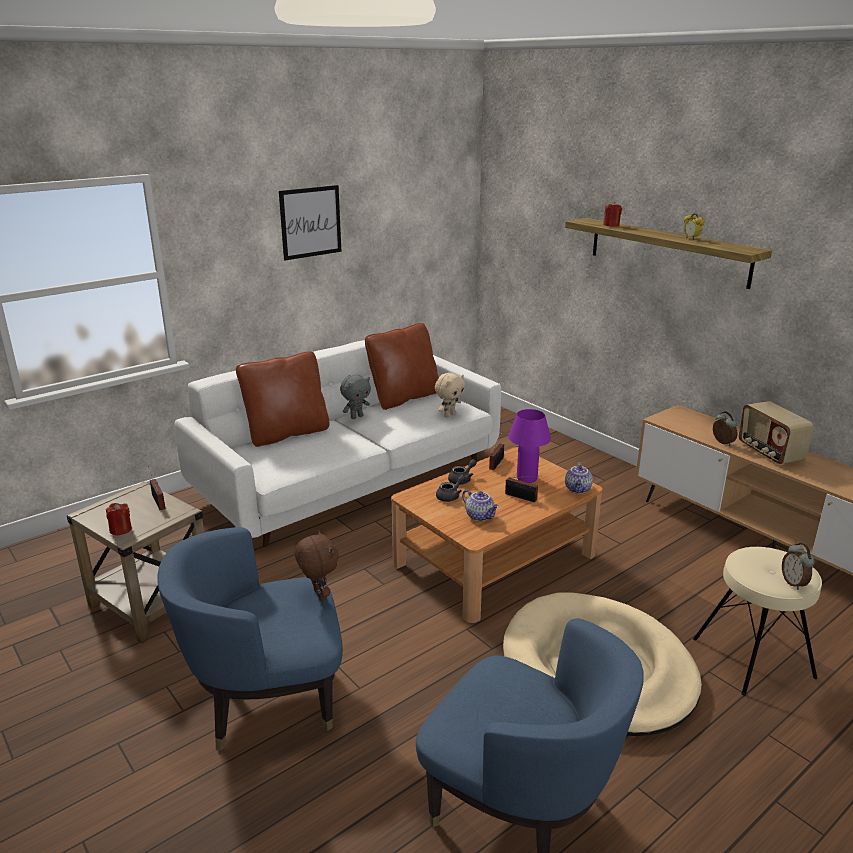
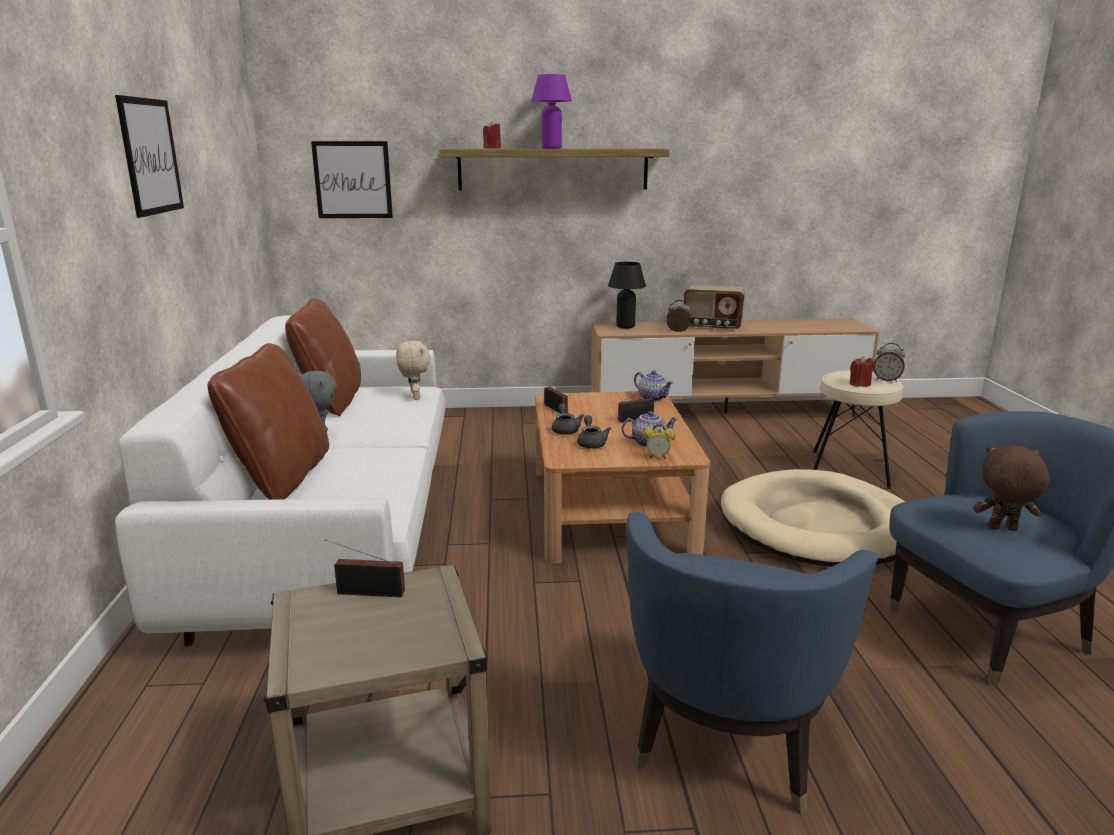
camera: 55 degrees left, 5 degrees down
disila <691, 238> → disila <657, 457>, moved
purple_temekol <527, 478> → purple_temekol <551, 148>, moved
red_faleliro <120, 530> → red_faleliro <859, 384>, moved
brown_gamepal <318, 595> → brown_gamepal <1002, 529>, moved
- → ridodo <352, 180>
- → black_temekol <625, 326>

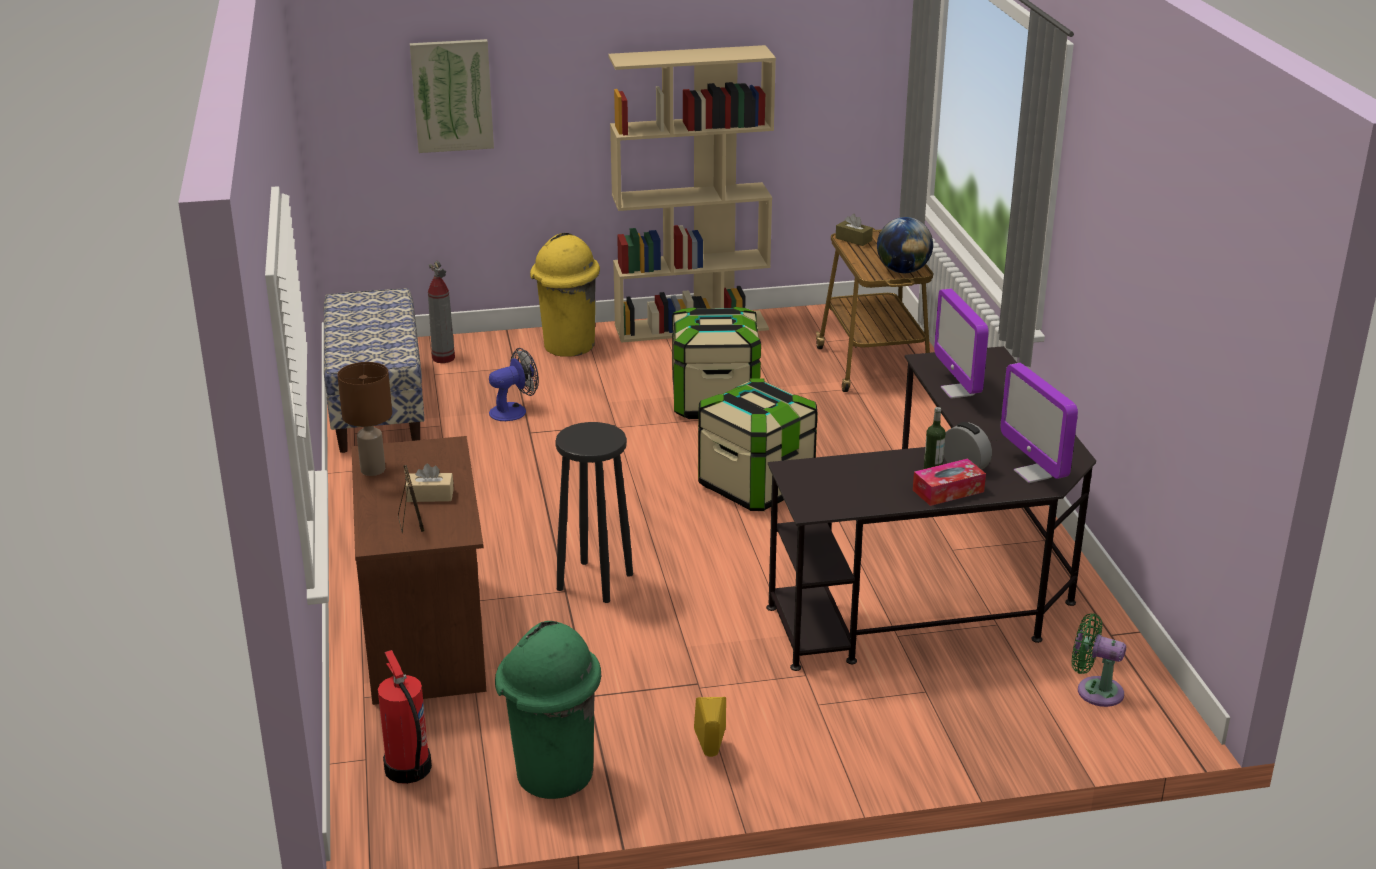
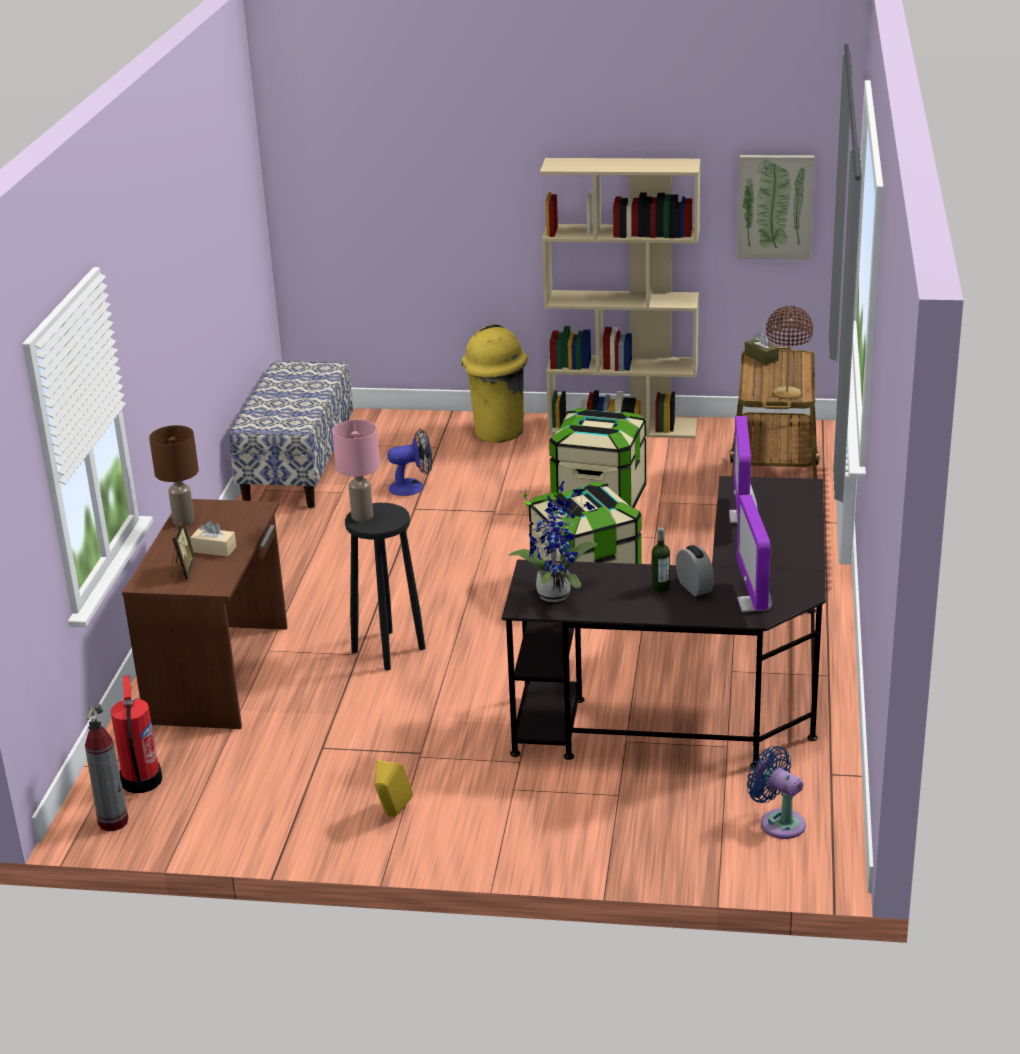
camera: 20 degrees right, 0 degrees up
ridodo <452, 95> → ridodo <775, 206>, moved
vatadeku <903, 271> → brown_temekol <787, 394>
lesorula <443, 358> → lesorula <113, 821>, moved
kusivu <948, 491> → -
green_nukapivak <1095, 690> → blue_nukapivak <778, 822>
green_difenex <553, 774> → -
- → pink_temekol <362, 516>
- → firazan <556, 592>

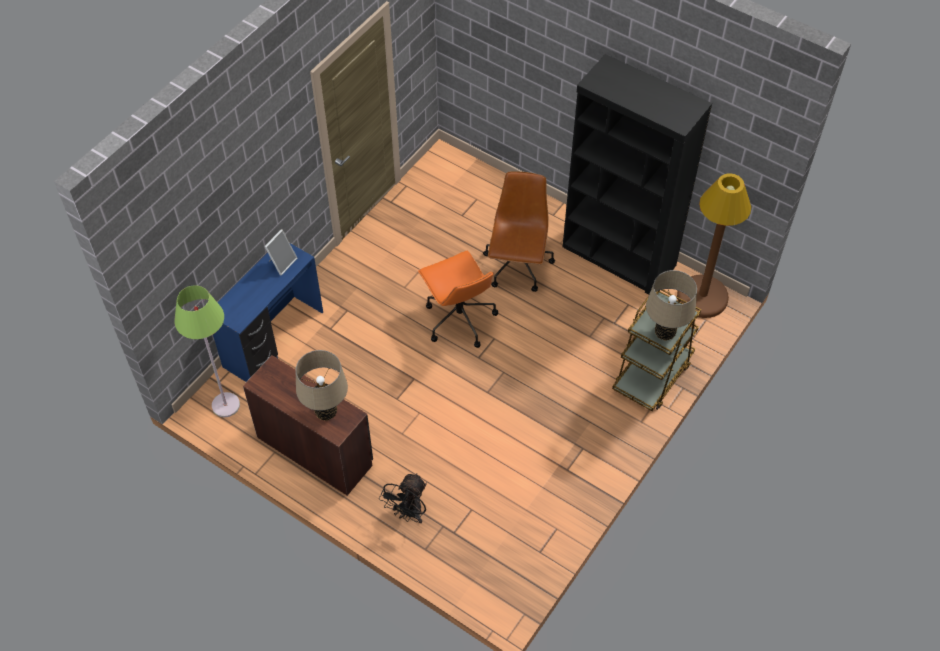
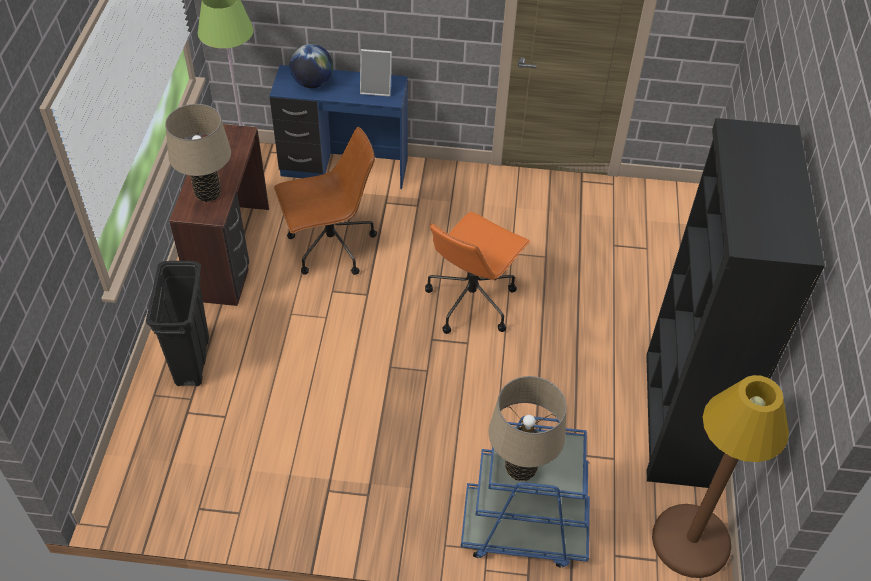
camera: 60 degrees right, 5 degrees down
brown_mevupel <518, 267> → brown_mevupel <330, 247>, moved
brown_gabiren <652, 375> → blue_gabiren <523, 530>
black_nukapivak <408, 513> → black_difenex <192, 361>
- → vatadeku <312, 83>

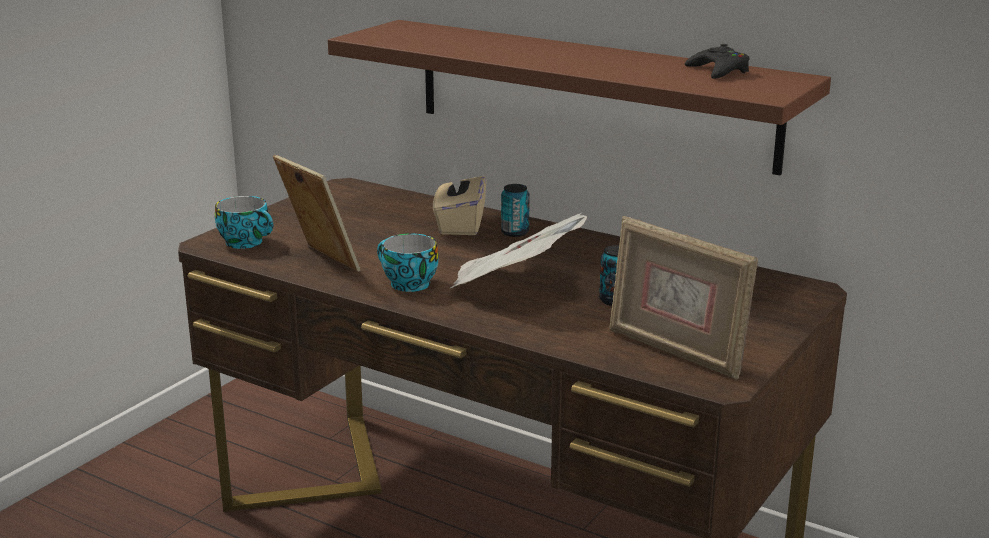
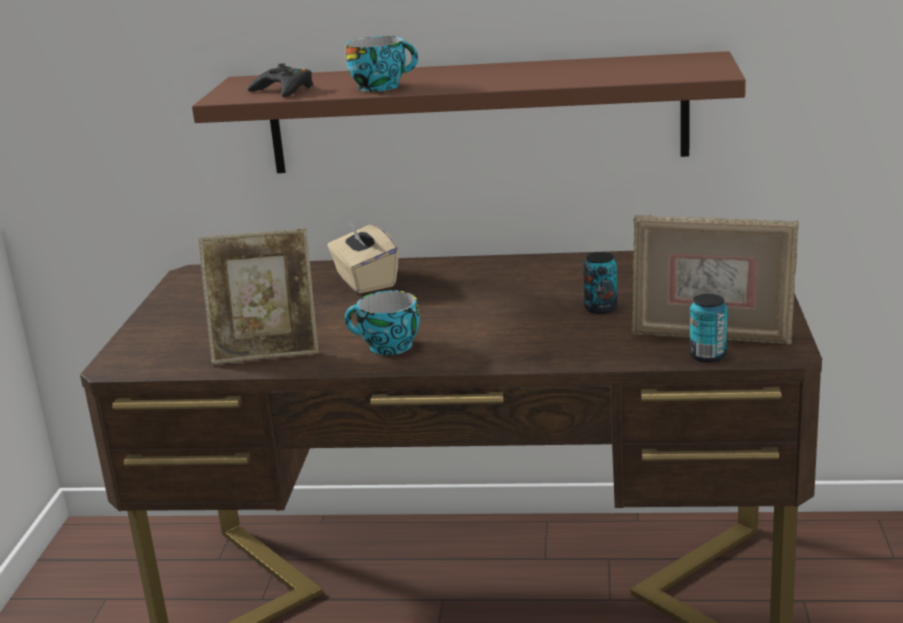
camera: 25 degrees left, 0 degrees up
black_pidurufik <718, 70> → black_pidurufik <283, 90>, moved
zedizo <319, 262> → zedizo <267, 351>, 150 degrees clockwise
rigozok <515, 232> → rigozok <708, 356>, moved
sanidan <247, 242> → sanidan <382, 87>, moved
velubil <514, 285> → -

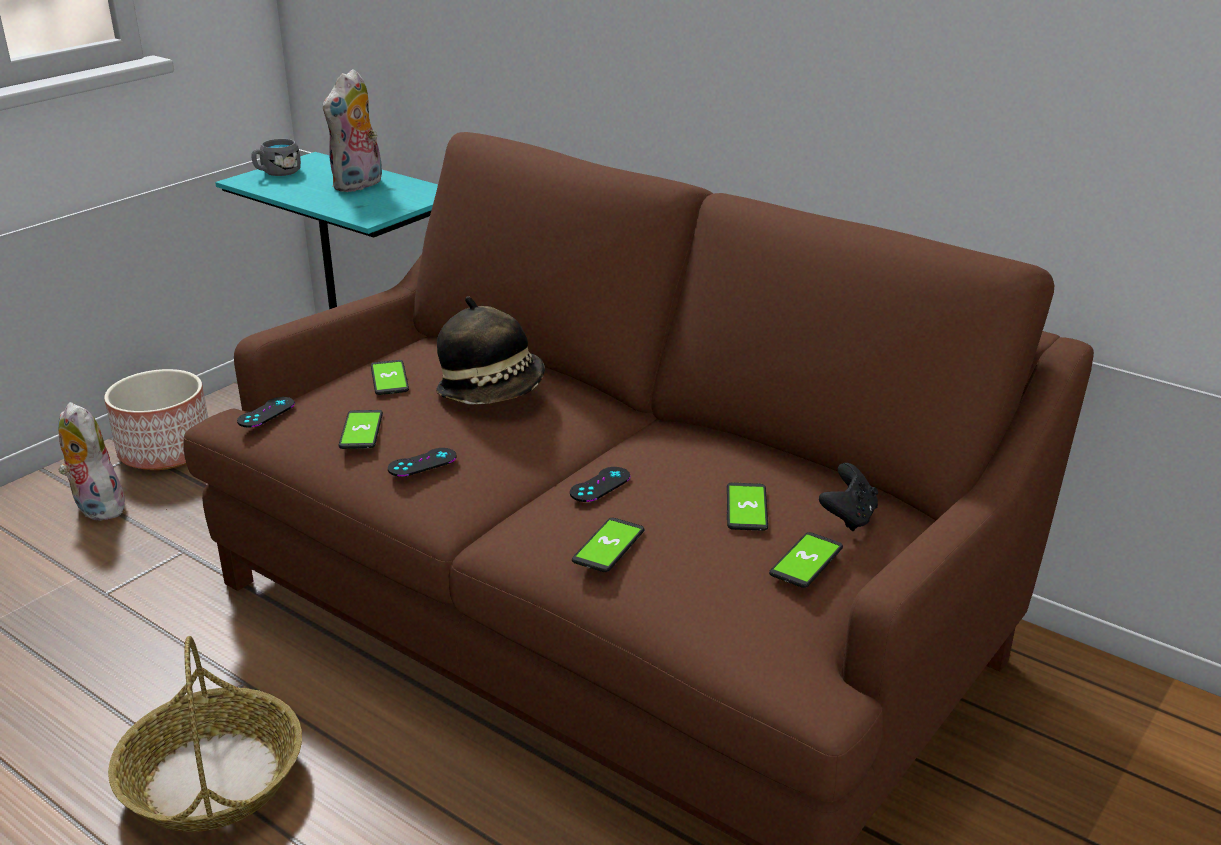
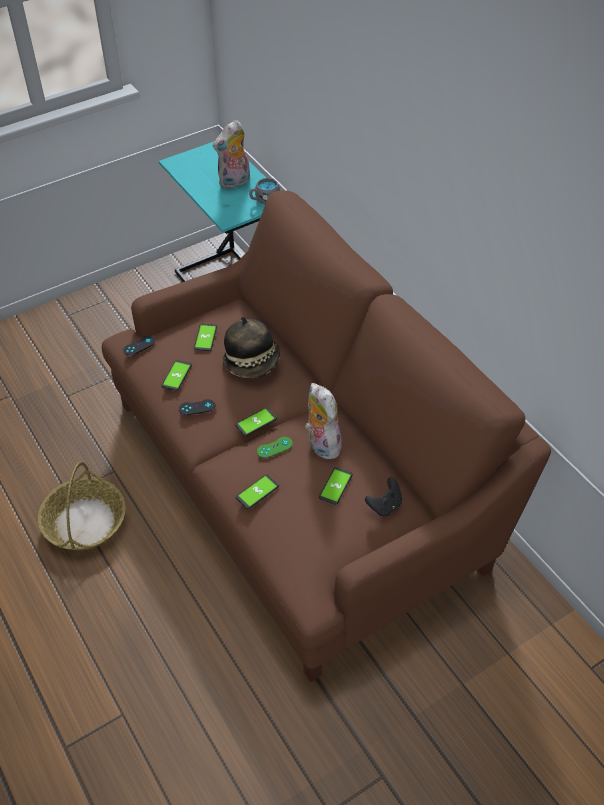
camera: 20 degrees right, 20 degrees up
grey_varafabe <277, 173> → grey_varafabe <264, 200>, moved
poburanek <167, 451> → -
gamepal <95, 507> → gamepal <320, 444>, moved
black_pidurufik <600, 485> → green_pidurufik <274, 447>
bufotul <806, 561> → bufotul <256, 422>, moved

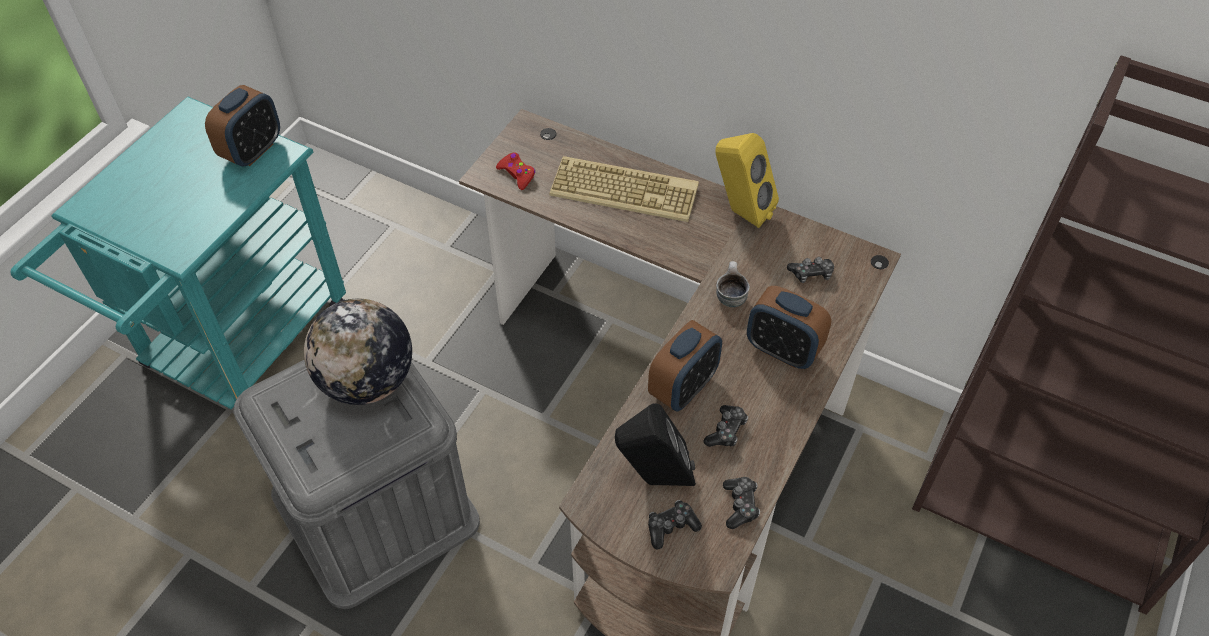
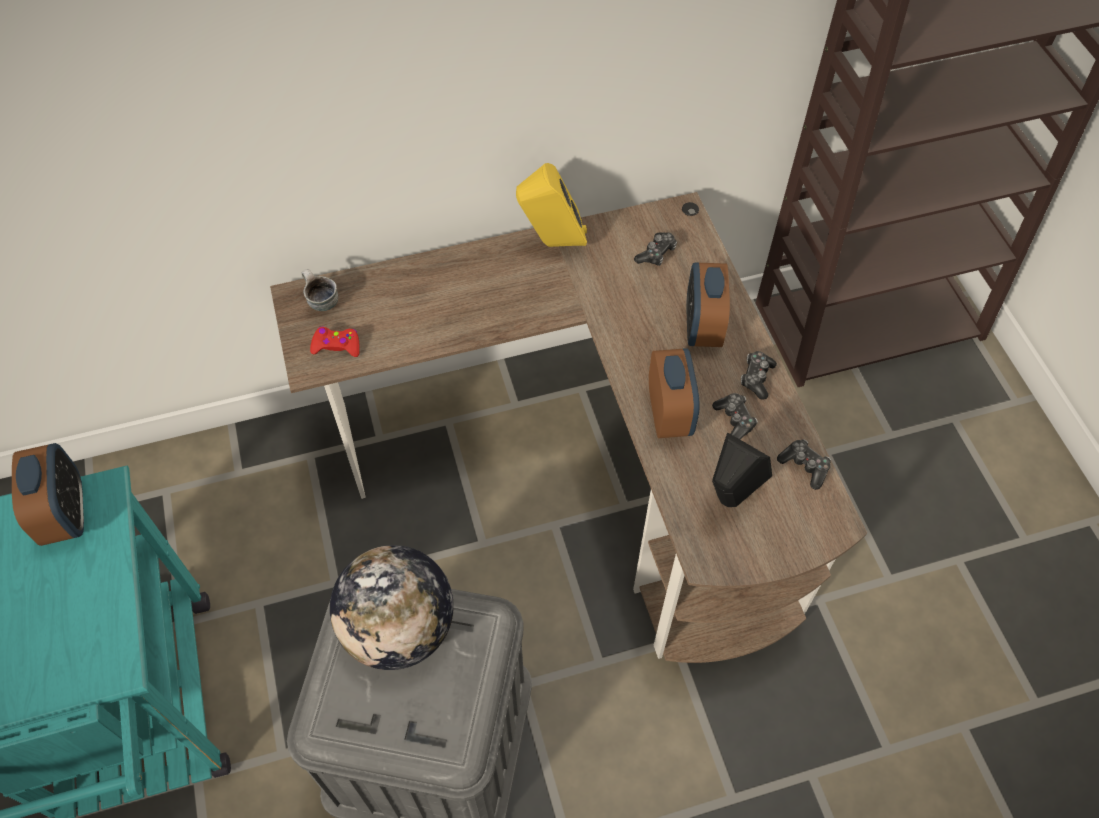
camera: 45 degrees left, 5 degrees up
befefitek <626, 189> → -
varafabe <729, 295> → varafabe <320, 301>, moved
disila <782, 350> → disila <702, 327>, 105 degrees clockwise
pidurufik <671, 527> → pidurufik <756, 378>, moved

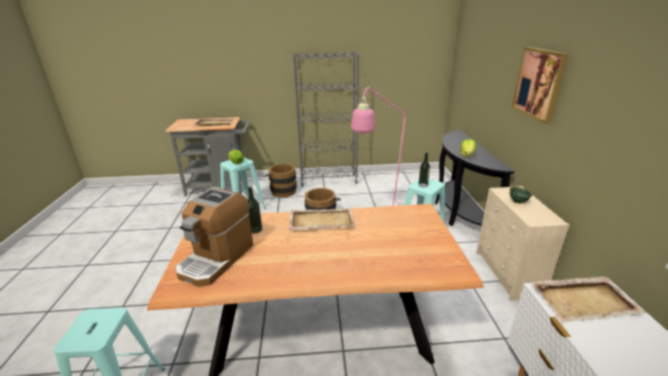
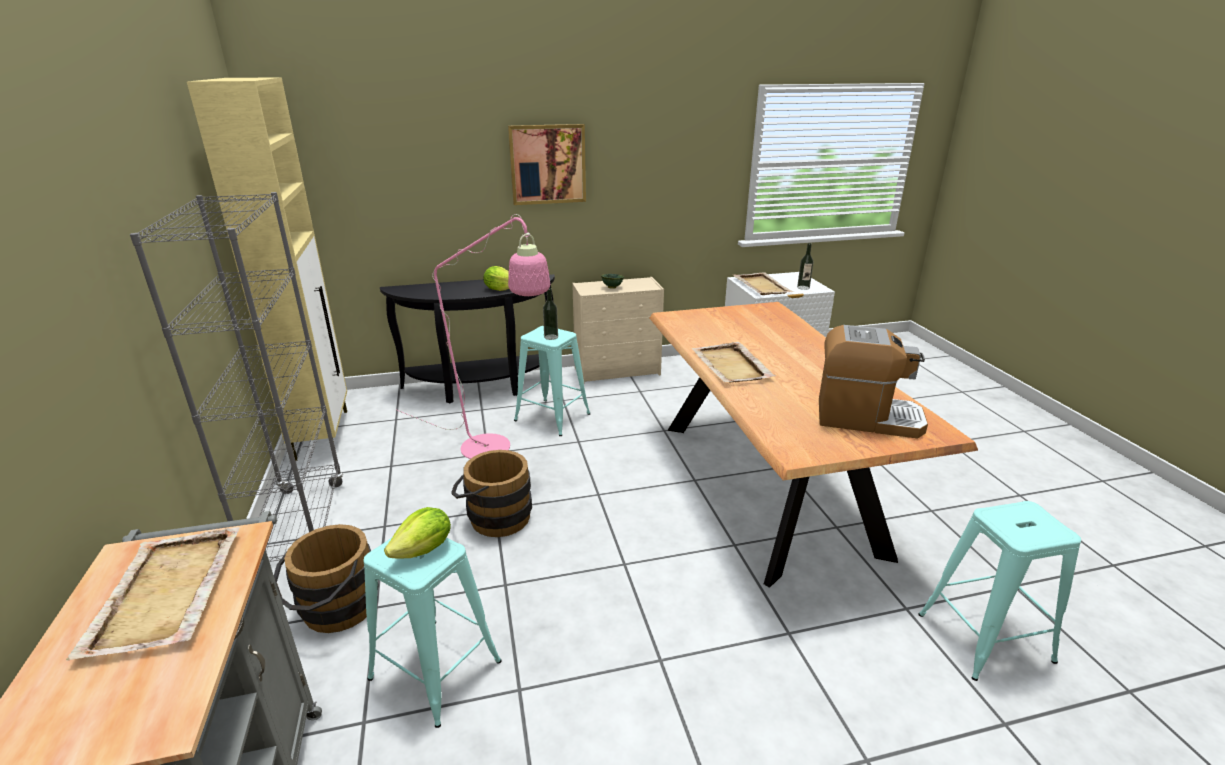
camera: 100 degrees left, 0 degrees up
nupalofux <255, 230> → nupalofux <803, 287>, moved
- → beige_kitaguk <322, 433>

